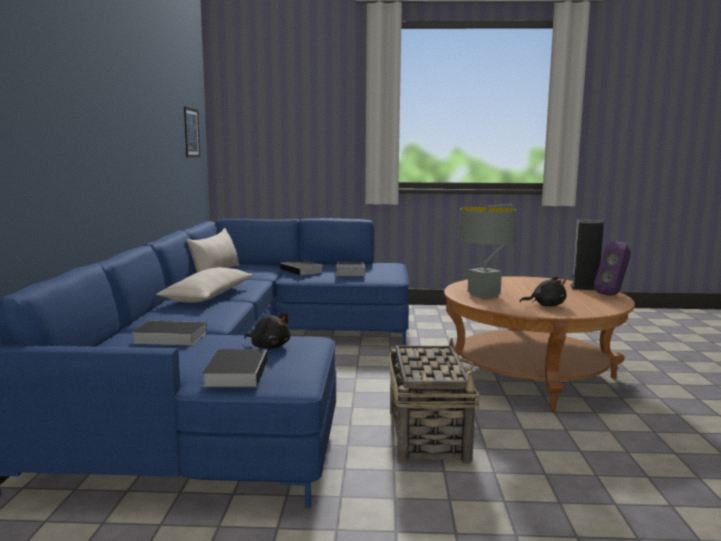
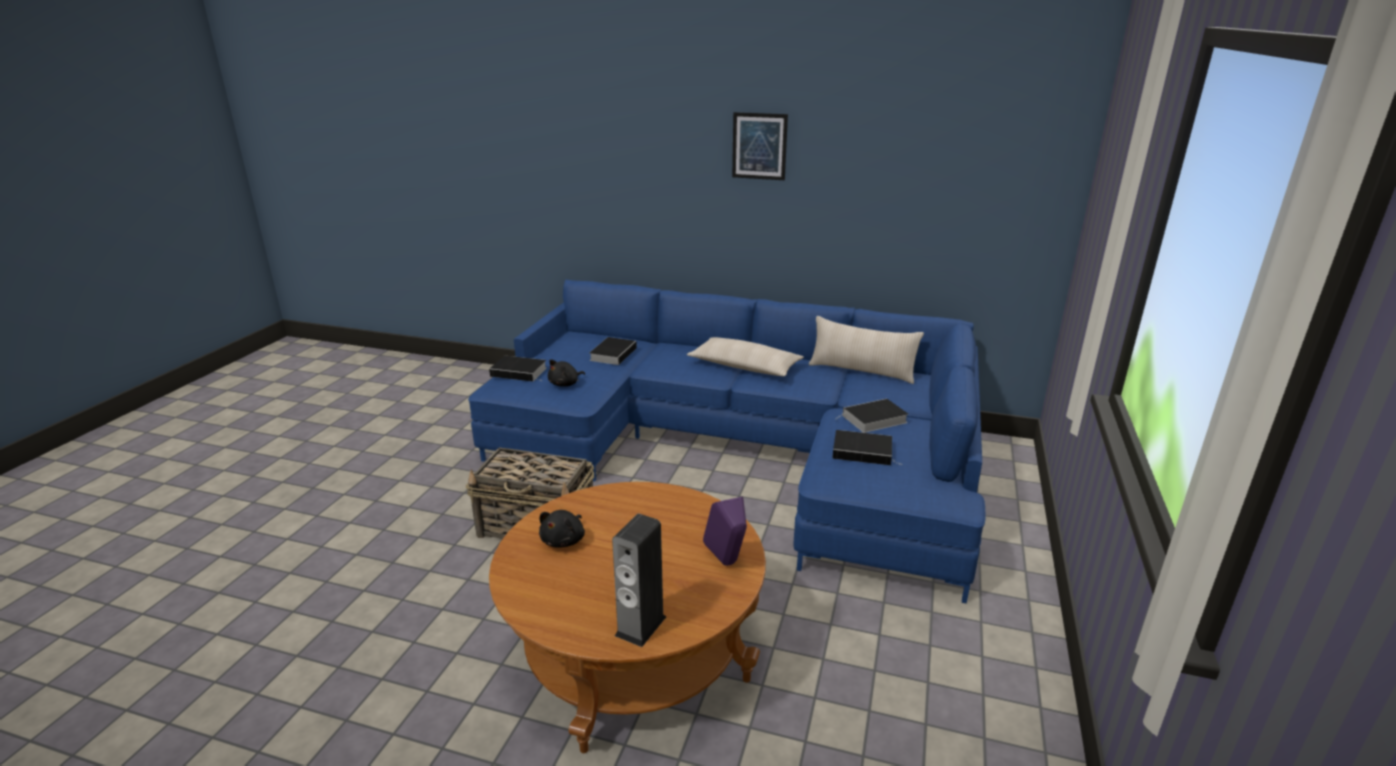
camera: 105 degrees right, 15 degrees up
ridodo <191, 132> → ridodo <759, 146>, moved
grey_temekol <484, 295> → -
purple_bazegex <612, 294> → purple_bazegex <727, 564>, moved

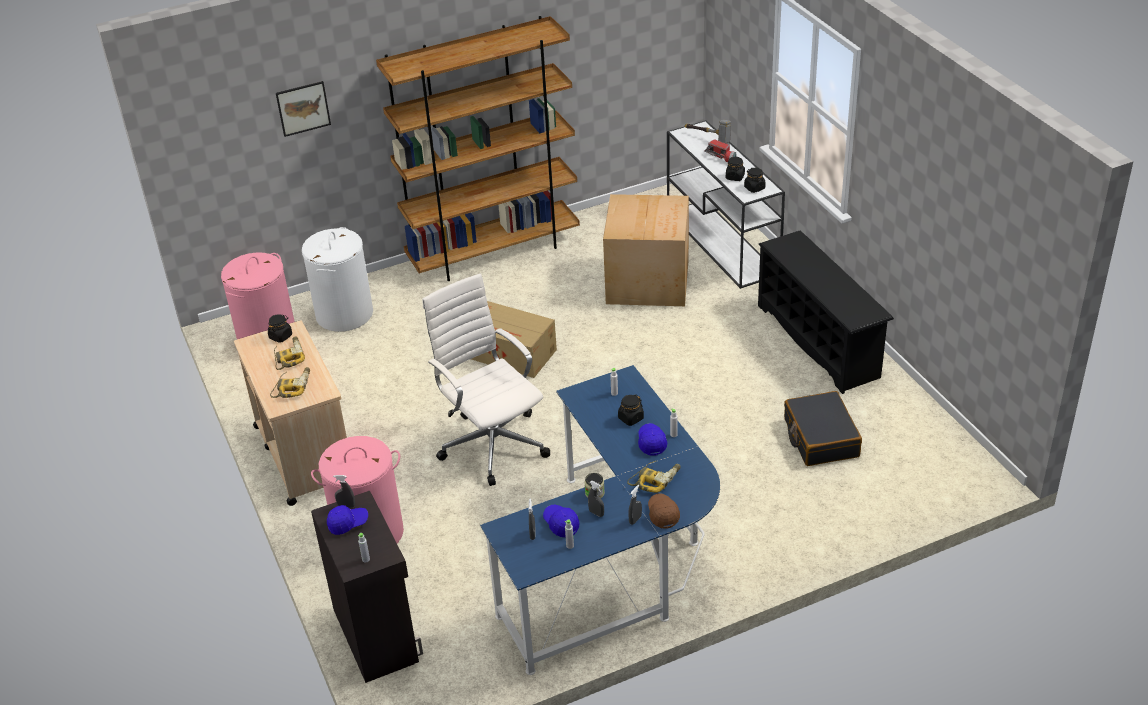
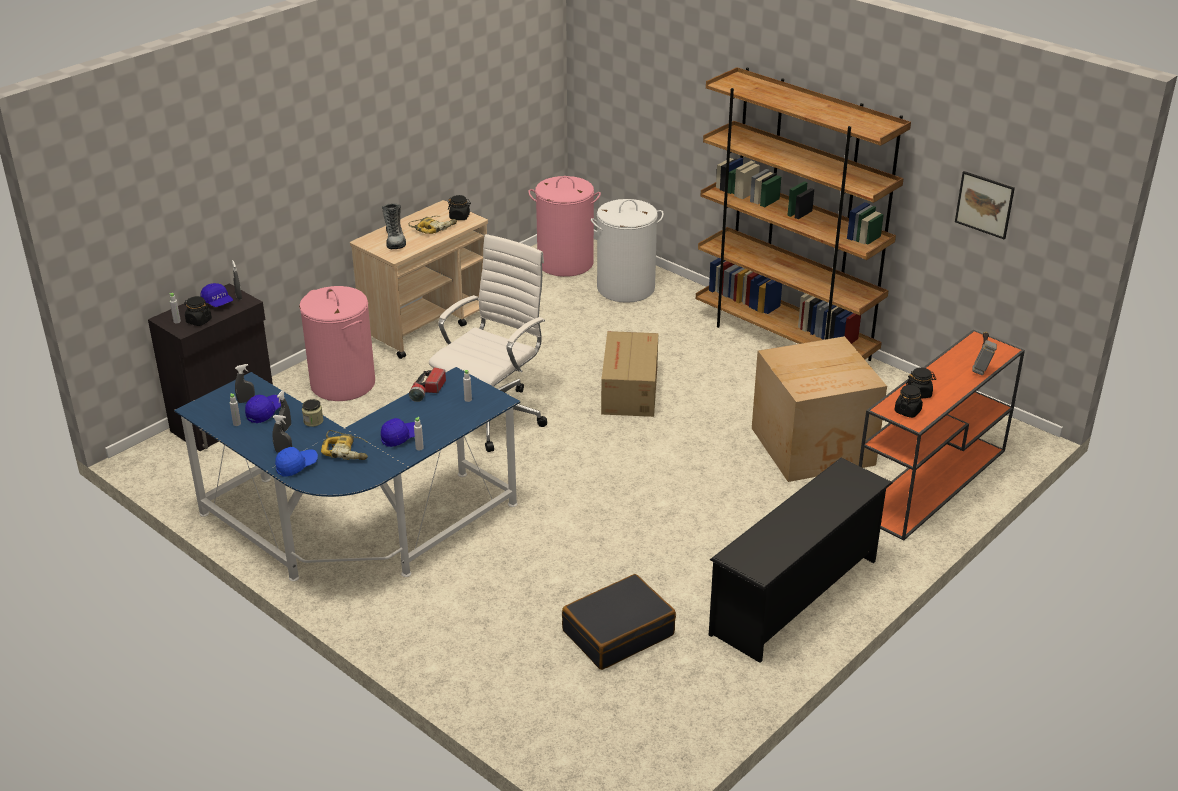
camera: 65 degrees right, 5 degrees down
ridodo <303, 108> → ridodo <984, 204>, moved
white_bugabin <723, 243> → orange_bugabin <930, 483>
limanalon <721, 157> → limanalon <427, 390>, moved
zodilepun <292, 386> → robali <395, 240>
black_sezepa <630, 418> → black_sezepa <198, 321>, moved
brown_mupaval <663, 514> → blue_mupaval <296, 466>

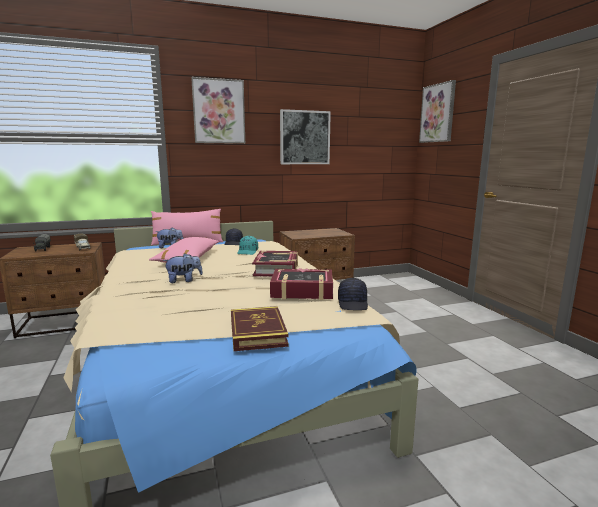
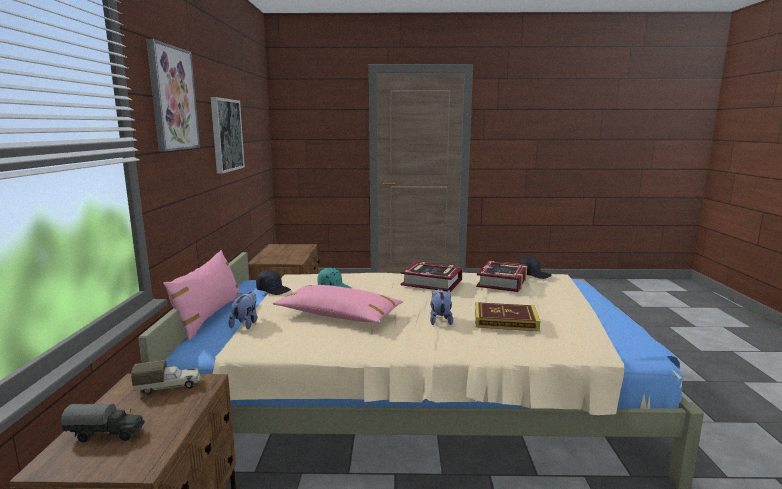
camera: 70 degrees left, 0 degrees up
ridodo <437, 113> → -
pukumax <257, 332> → pukumax <505, 320>, moved

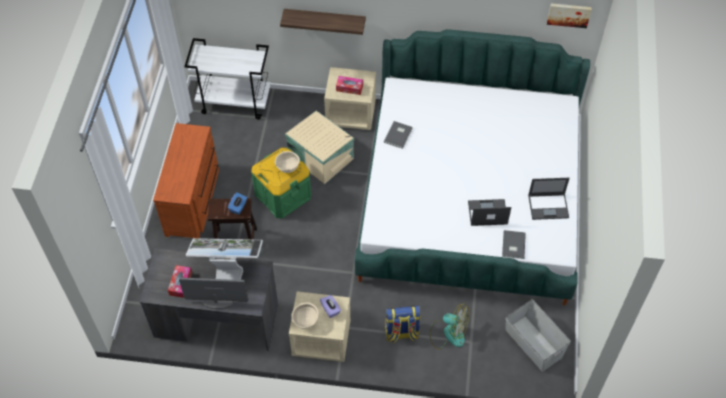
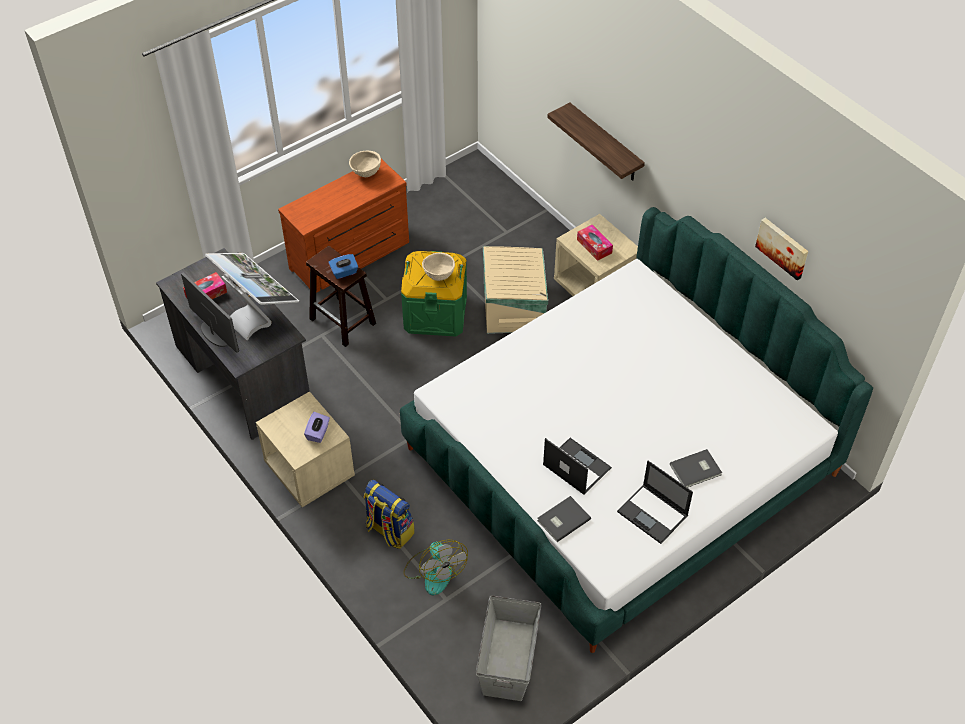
camera: 45 degrees right, 5 degrees down
ridodo <568, 14> → ridodo <783, 247>, moved
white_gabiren <235, 102> → -
grey_pukumax <399, 135> → grey_pukumax <696, 470>, moved
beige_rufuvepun <305, 322> → beige_rufuvepun <366, 174>, moved

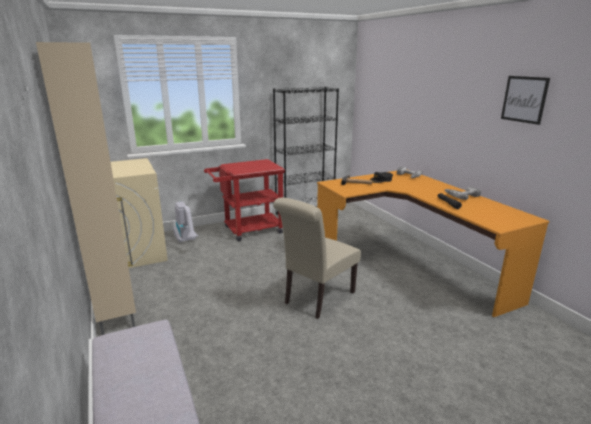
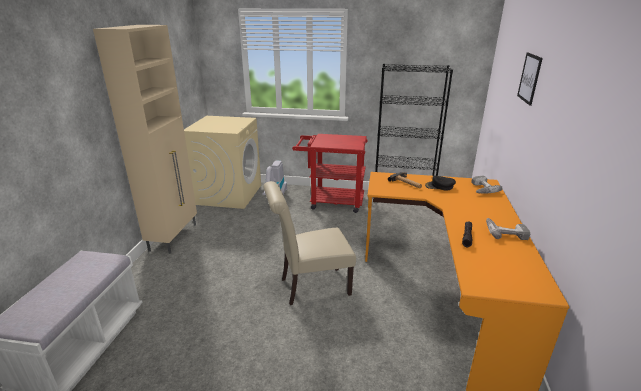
camera: 35 degrees right, 5 degrees up
ridodo <524, 99> → ridodo <529, 78>, moved

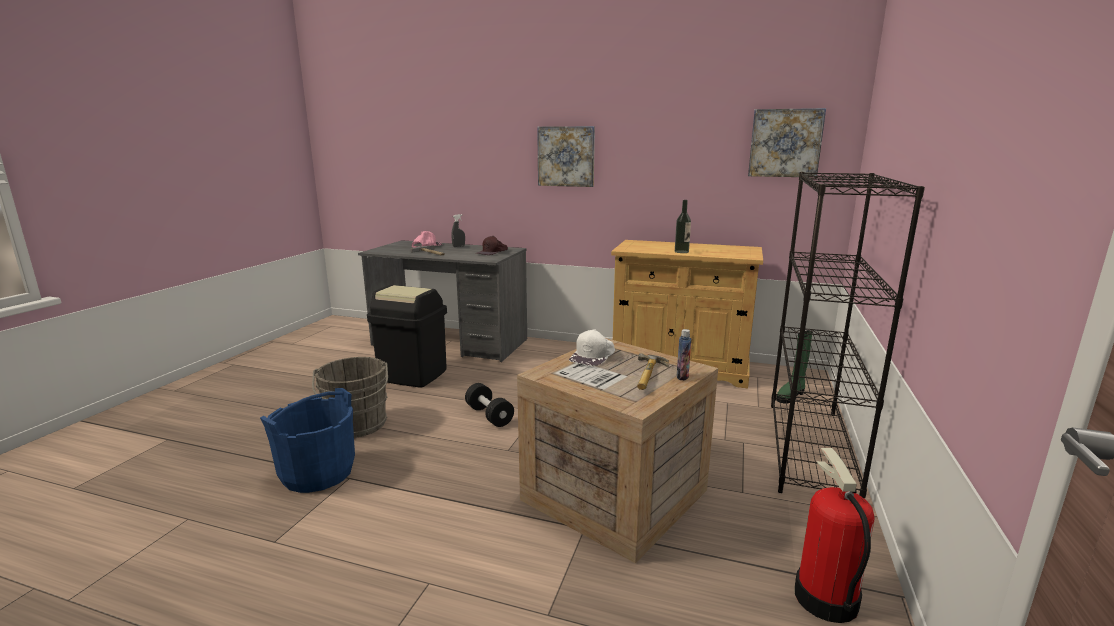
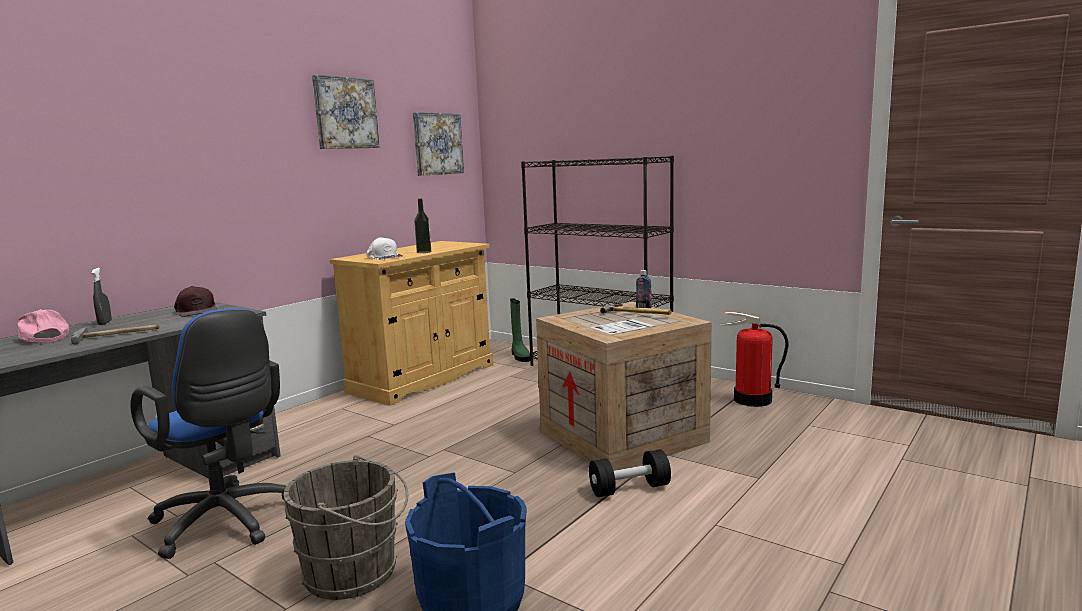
camera: 70 degrees left, 5 degrees down
ridodo <566, 156> → ridodo <345, 113>, moved
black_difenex <412, 375> → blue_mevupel <226, 524>
white_mupaval <593, 356> → white_mupaval <384, 257>, moved
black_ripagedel <489, 415> → black_ripagedel <629, 489>, moved

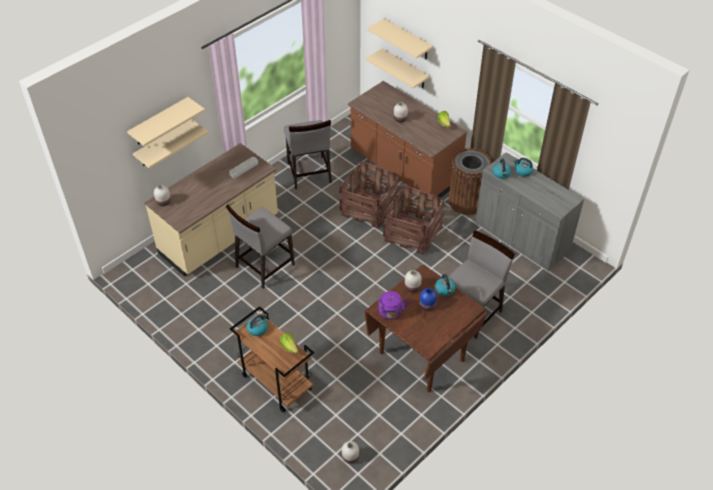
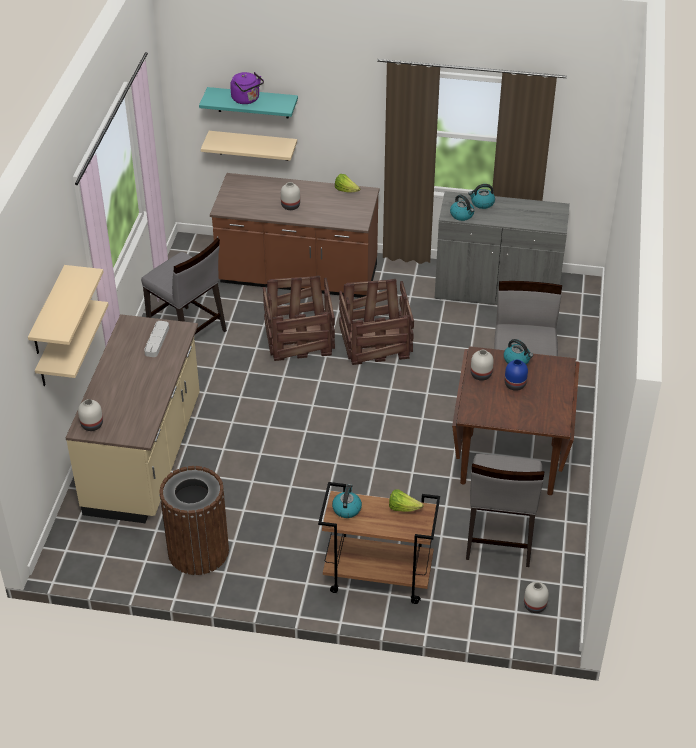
camera: 35 degrees left, 5 degrees down
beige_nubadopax <407, 39> → turquoise_nubadopax <253, 102>
brown_difenex <466, 202> → brown_difenex <198, 551>, moved
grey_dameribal <264, 266> → grey_dameribal <499, 538>, moved
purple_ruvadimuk <391, 313> → purple_ruvadimuk <247, 99>, moved

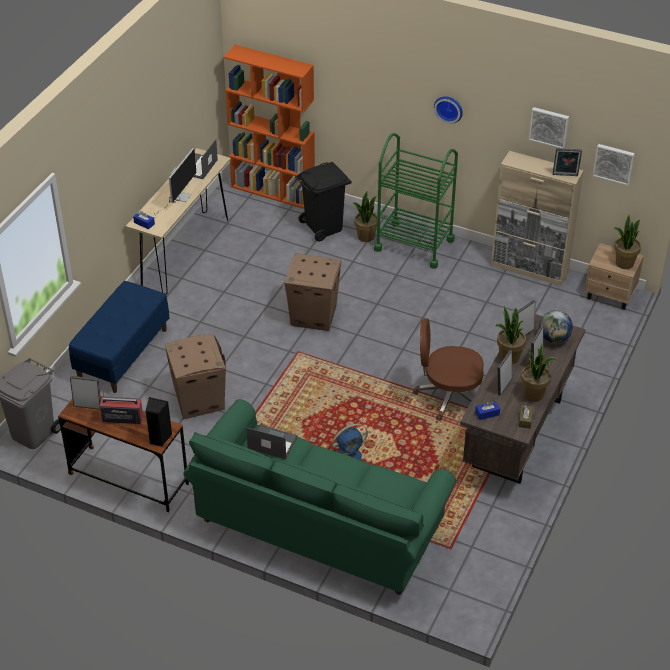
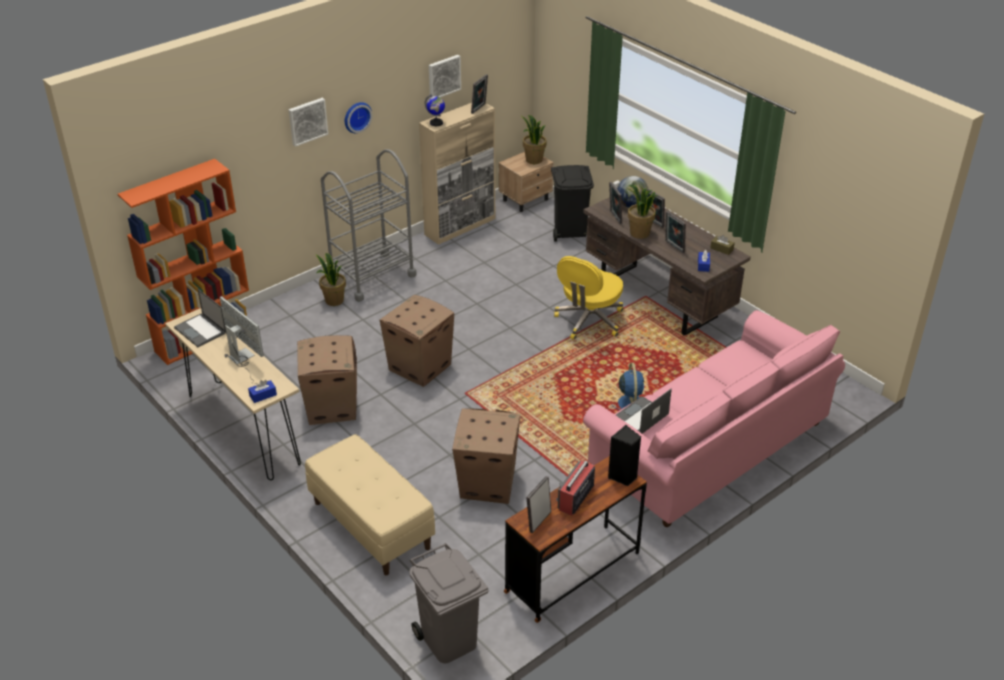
camera: 65 degrees left, 5 degrees down
green_gabiren <414, 244> → grey_gabiren <372, 276>
ridodo <614, 163> → ridodo <307, 121>, moved
black_difenex <324, 227> → black_difenex <570, 232>, moved
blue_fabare <122, 353> → beige_fabare <370, 525>
brown_mevupel <448, 396> → yellow_mevupel <589, 321>
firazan <534, 394> → -
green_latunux <320, 524> → pink_latunux <708, 448>
- → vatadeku <436, 123>
- → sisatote <332, 407>

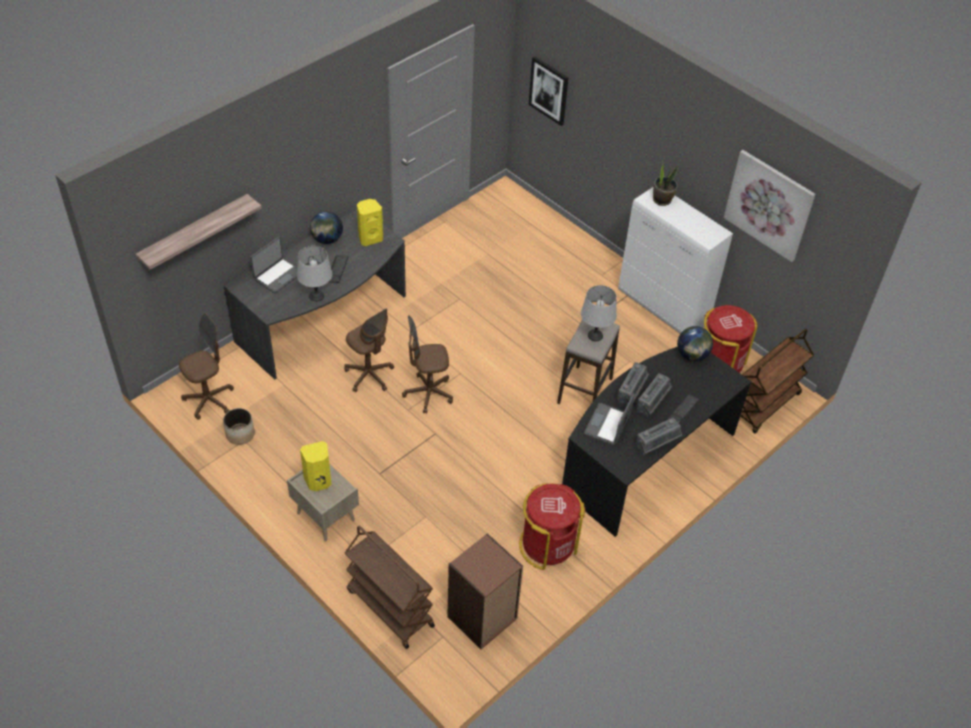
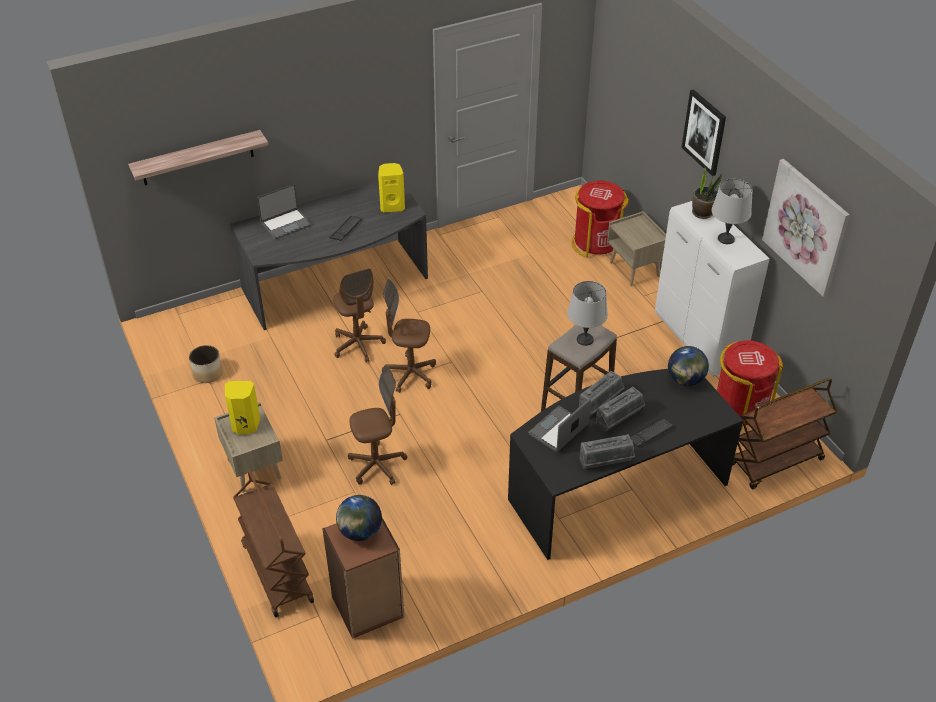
camera: 20 degrees right, 5 degrees down
ridodo <549, 90> → ridodo <704, 132>, moved
vatadeku <327, 239> → vatadeku <360, 531>, moved
grey_temekol <317, 296> → grey_temekol <726, 239>, moved
brown_mevupel <209, 400> → brown_mevupel <377, 465>, moved
red_difenex <547, 545> → red_difenex <596, 243>, moved
- → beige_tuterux <635, 269>

